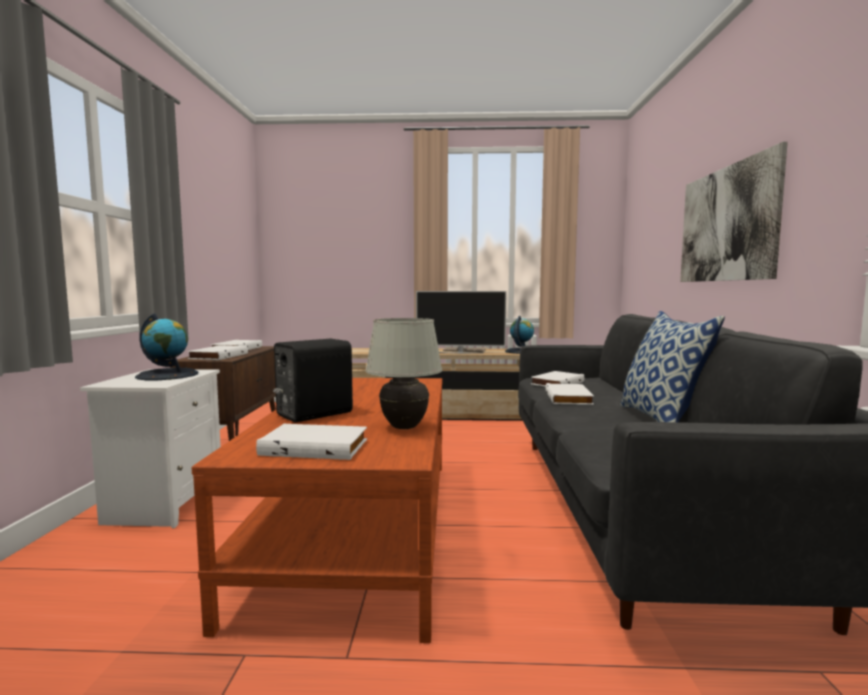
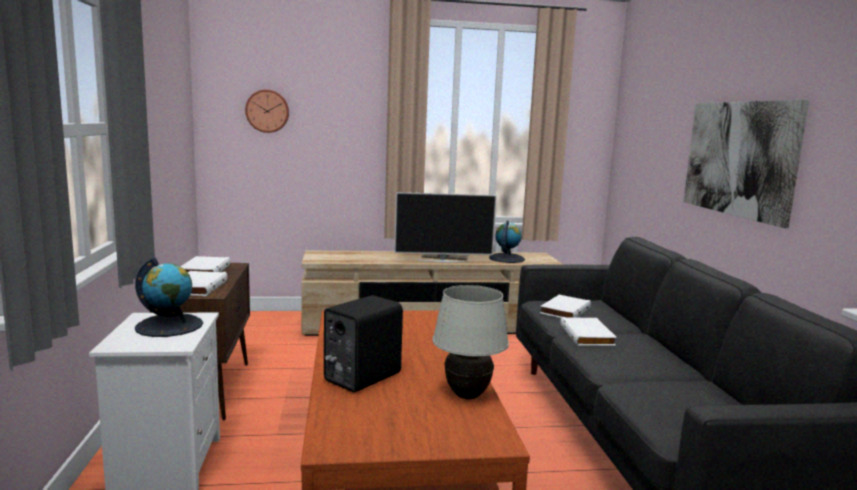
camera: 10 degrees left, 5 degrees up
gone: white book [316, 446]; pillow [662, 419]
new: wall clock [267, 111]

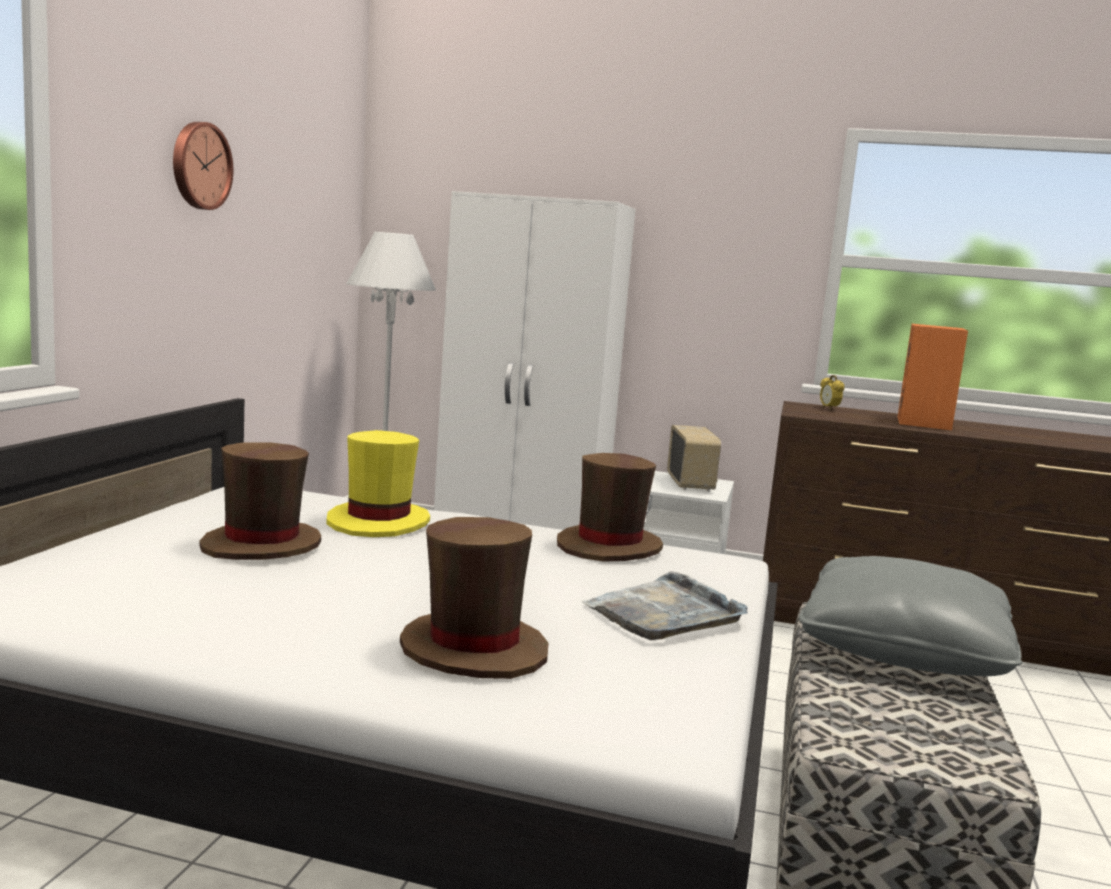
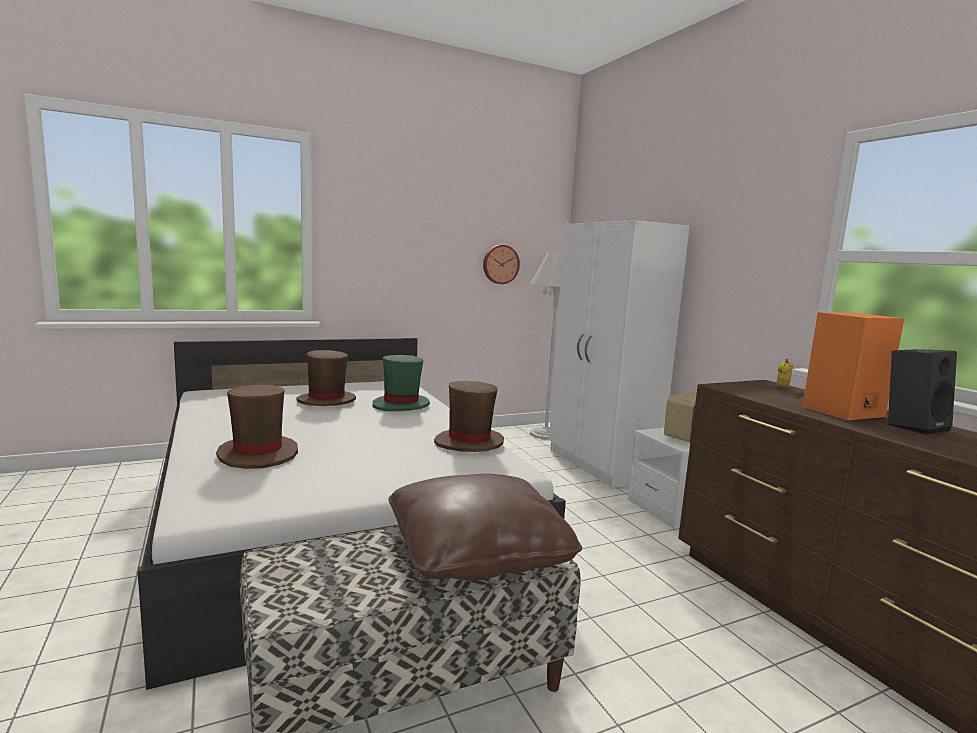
camera: 50 degrees right, 0 degrees up
gone: grey tray [664, 613]
new: black speaker [913, 426]
shifted: wall clock [199, 166] to [500, 264]
repainted: yellow hat [378, 522] to green hat [401, 405]; grey pillow [903, 650] to brown pillow [477, 552]

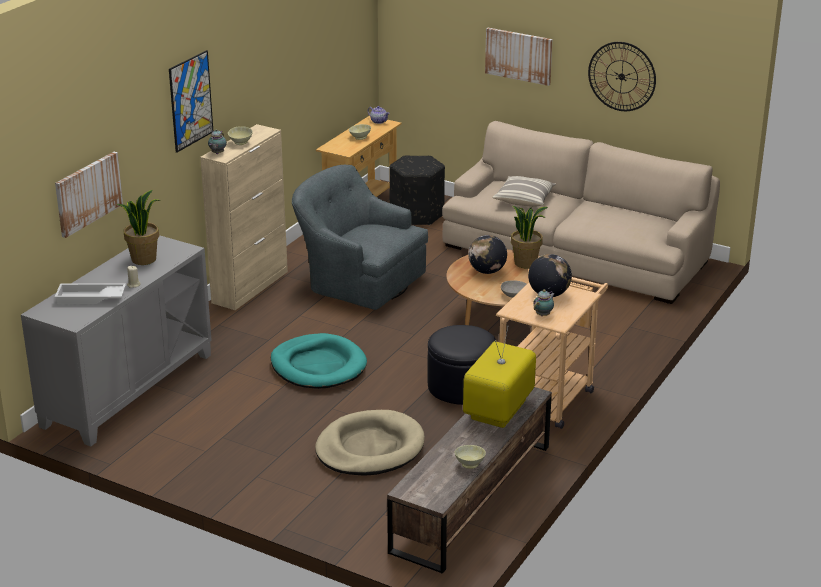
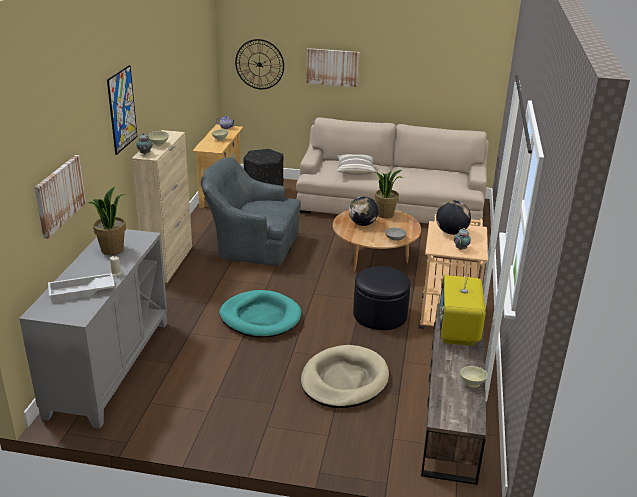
camera: 20 degrees left, 0 degrees up
shifted: wall clock [621, 76] to [259, 64]

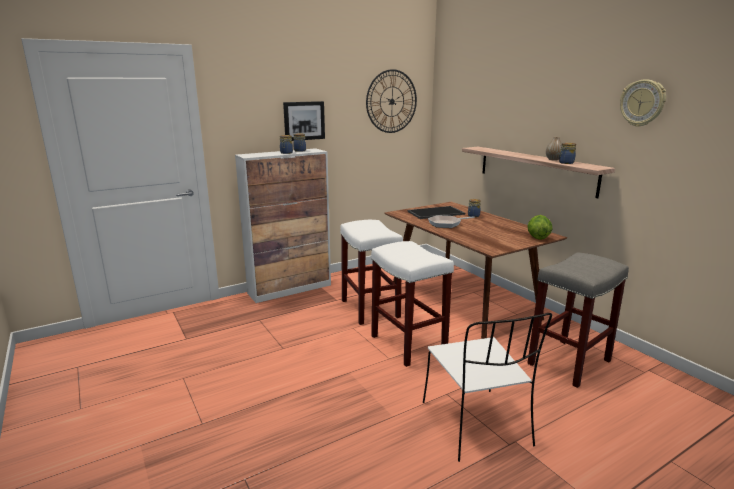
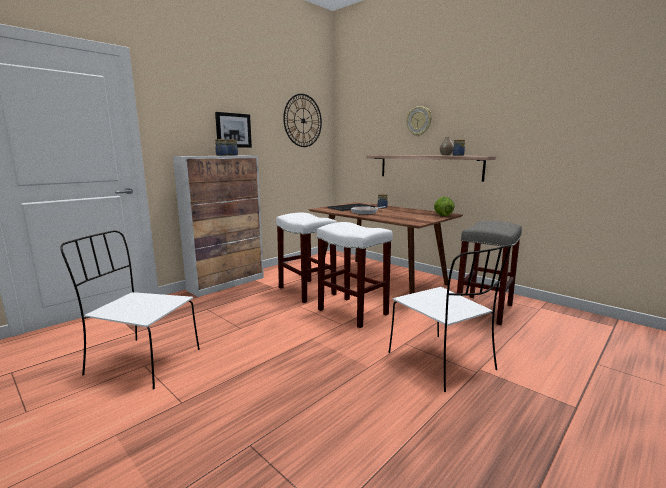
camera: 15 degrees left, 5 degrees down
new: white chair [142, 362]
shifted: wall clock [642, 103] to [419, 121]

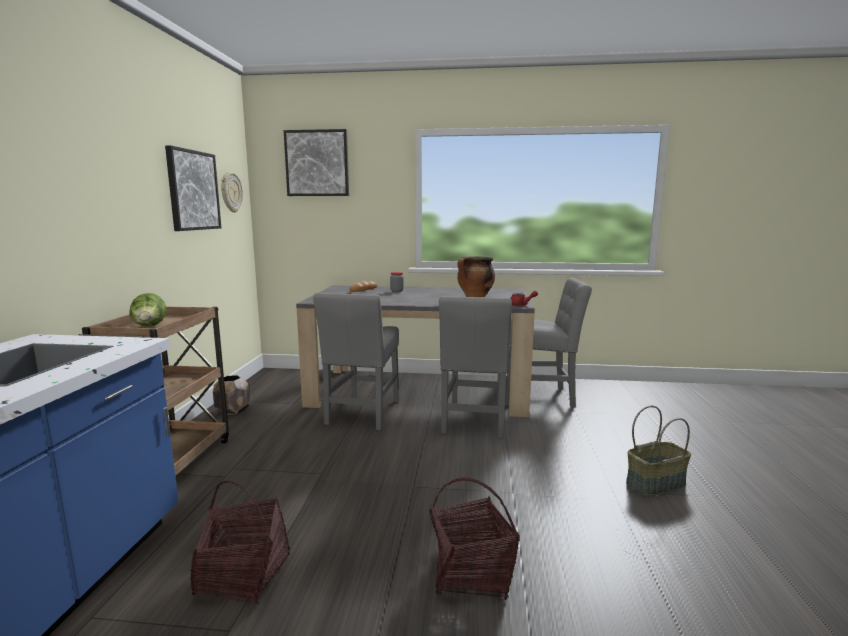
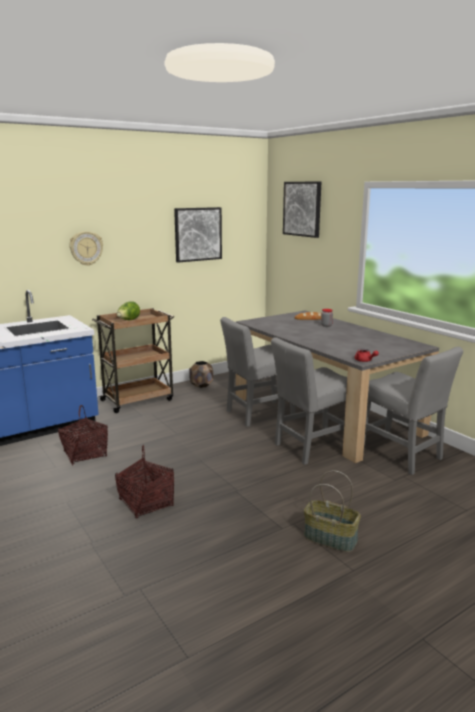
camera: 50 degrees right, 5 degrees up
gone: cooking pot [475, 296]
shifted: wall clock [230, 192] to [86, 248]

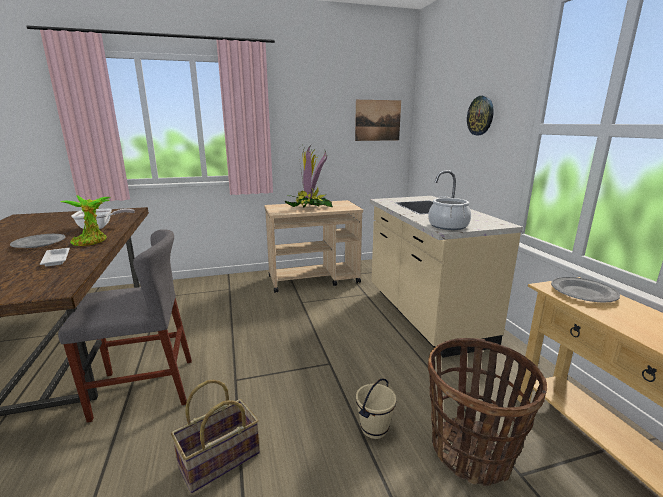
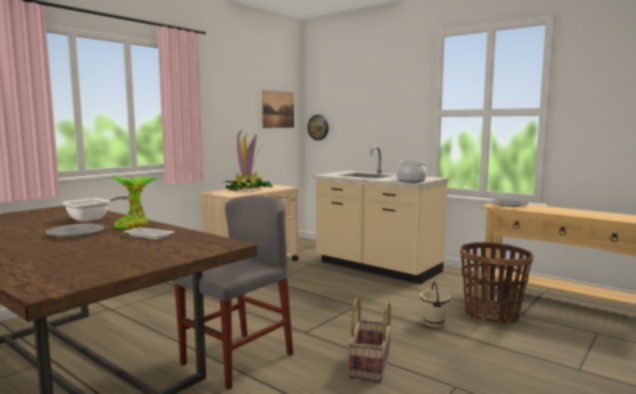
camera: 35 degrees left, 10 degrees down
shifted: wall clock [480, 115] to [318, 127]

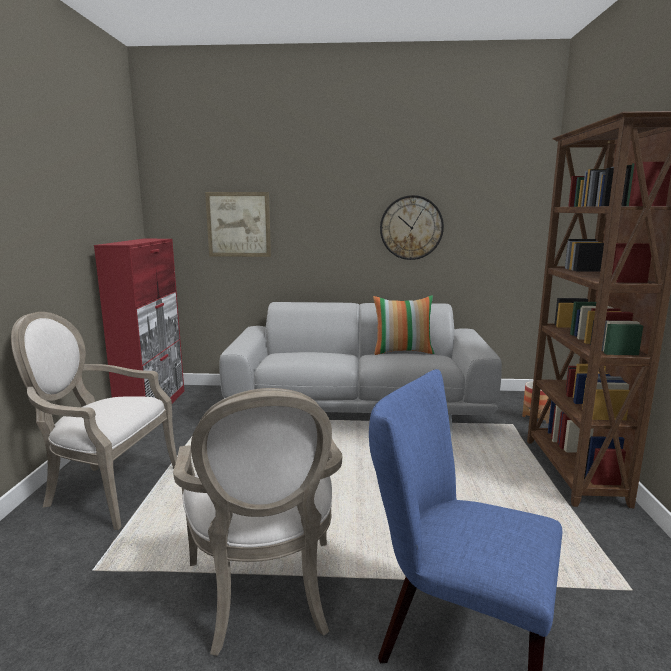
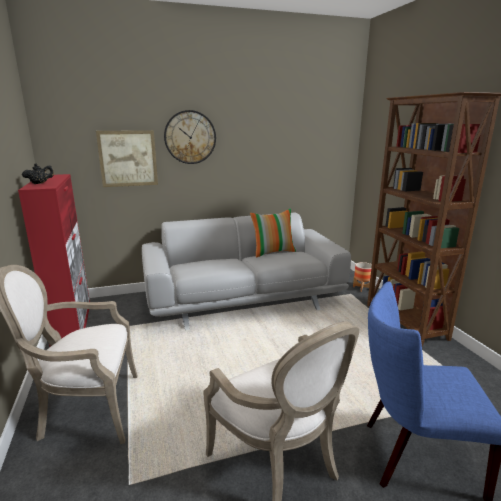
camera: 20 degrees left, 5 degrees up
new: black teapot [40, 183]
shifted: wall clock [411, 227] to [190, 137]

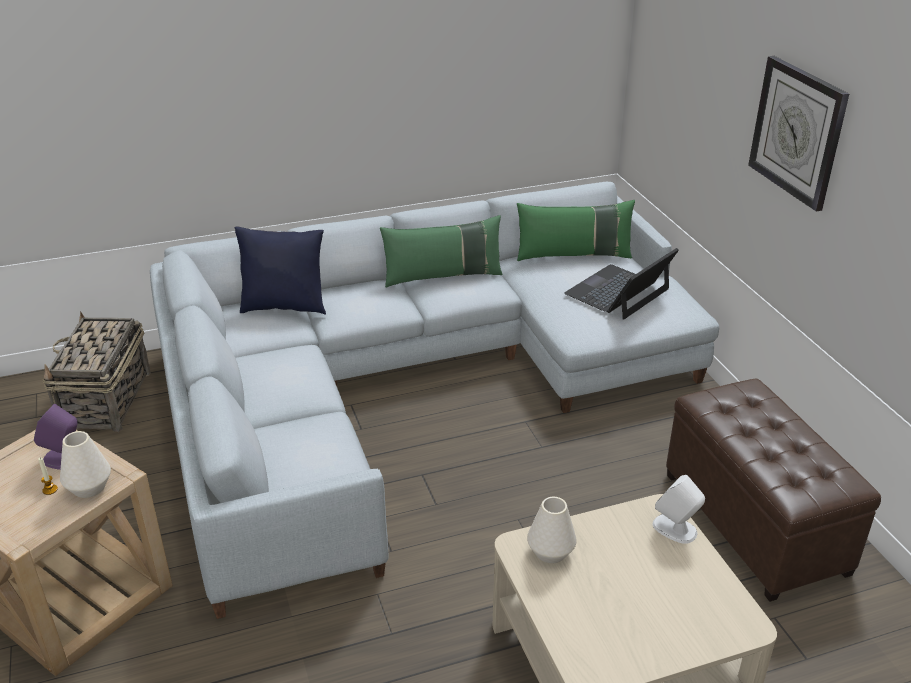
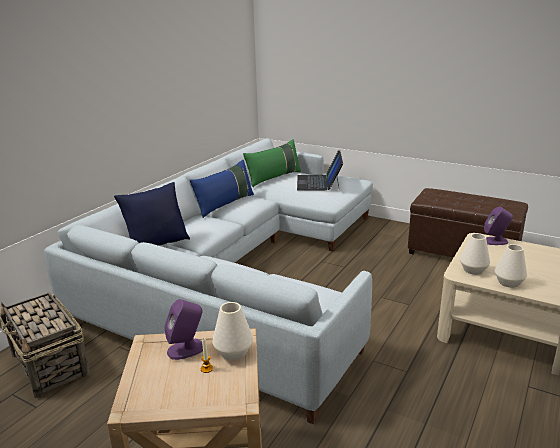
camera: 40 degrees left, 10 degrees down
gone: wall clock [797, 132]
new: white vase [509, 283]
repainted: green pillow [443, 276] to blue pillow [225, 204]; white speaker [675, 529] to purple speaker [495, 241]

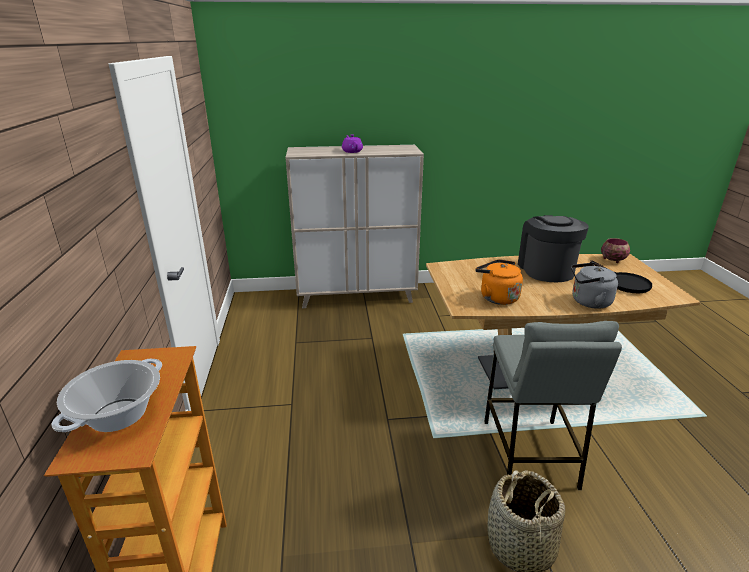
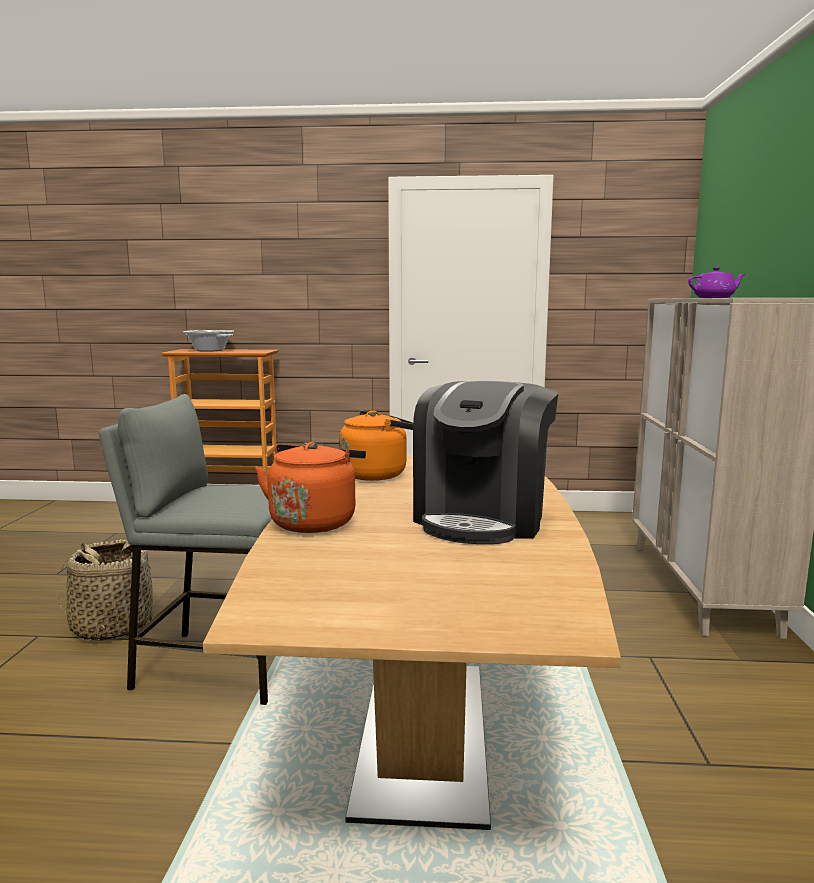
camera: 100 degrees right, 15 degrees down
gone: black frying pan [623, 283]; bowl [612, 260]
repainted: grey kettle [588, 302] to orange kettle [314, 521]
rotated: coffee machine [546, 270] = [483, 518] 105 degrees clockwise

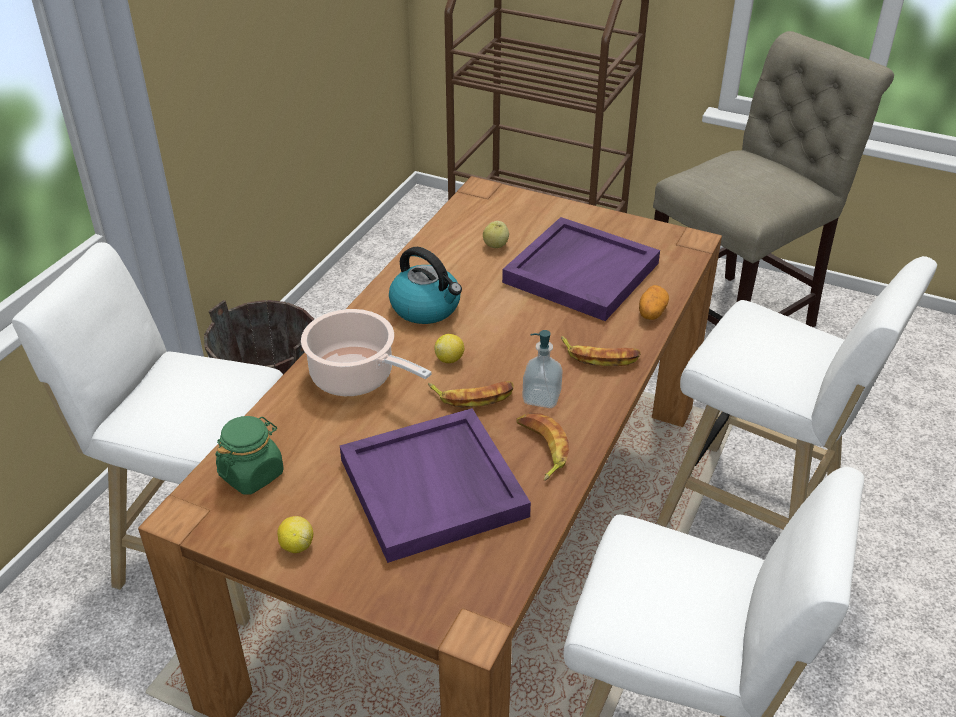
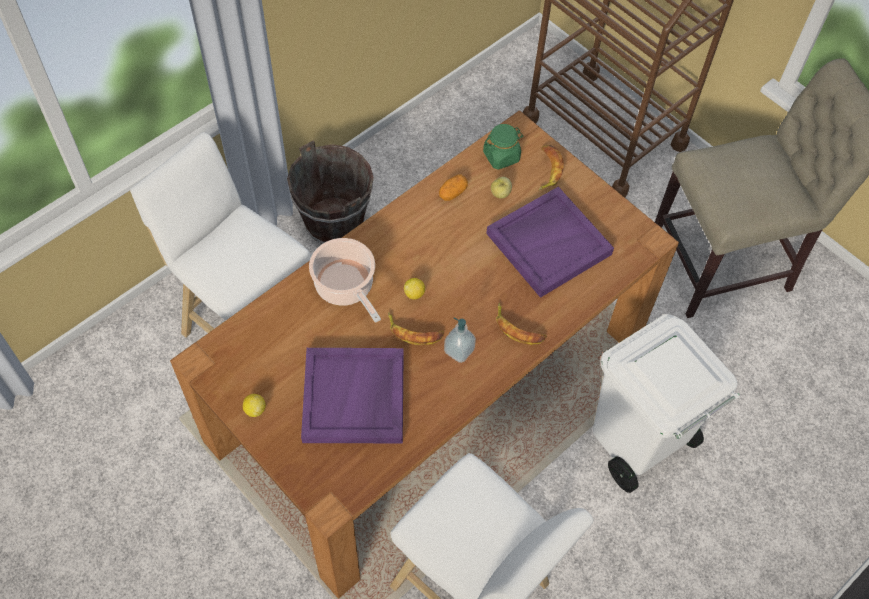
camera: 20 degrees right, 20 degrees up
gone: kettle [426, 307]
shifted: green jar [252, 474] to [501, 156]; banana [540, 449] to [547, 170]; potato [652, 312] to [452, 193]
swapped: white stool [757, 515] to white trash can [637, 443]

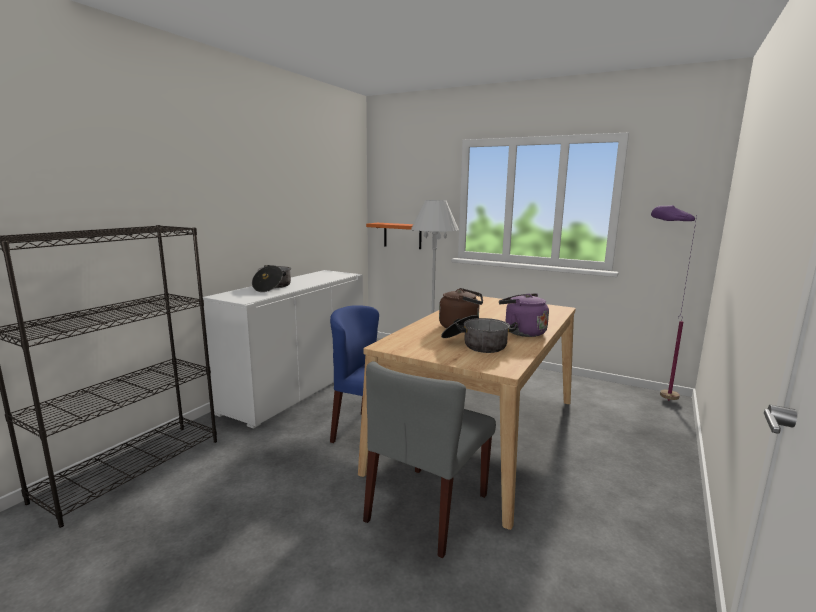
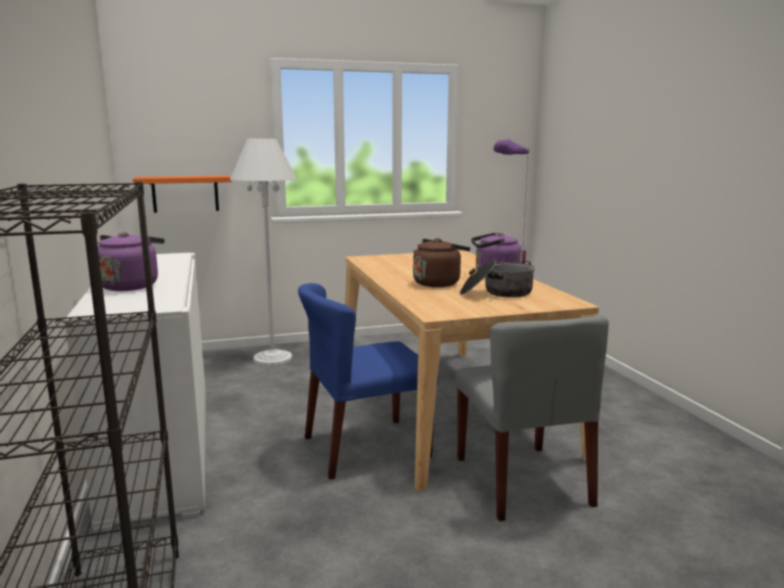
camera: 45 degrees left, 0 degrees up
swapped: cooking pot [272, 287] to purple kettle [130, 286]

